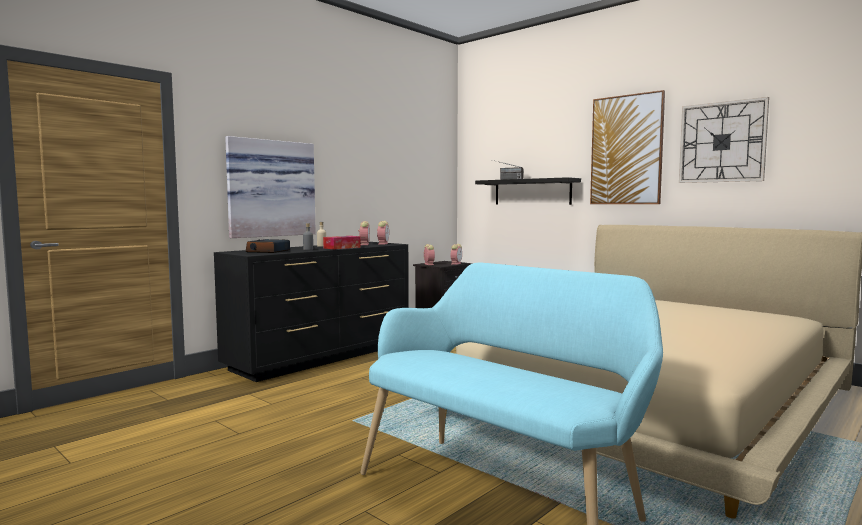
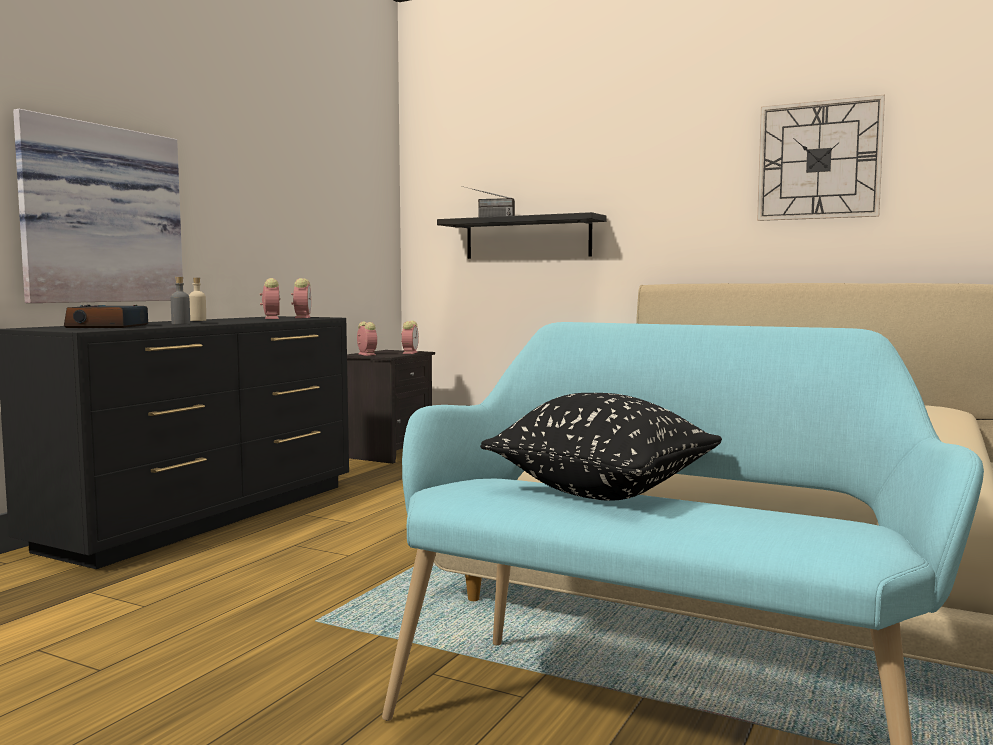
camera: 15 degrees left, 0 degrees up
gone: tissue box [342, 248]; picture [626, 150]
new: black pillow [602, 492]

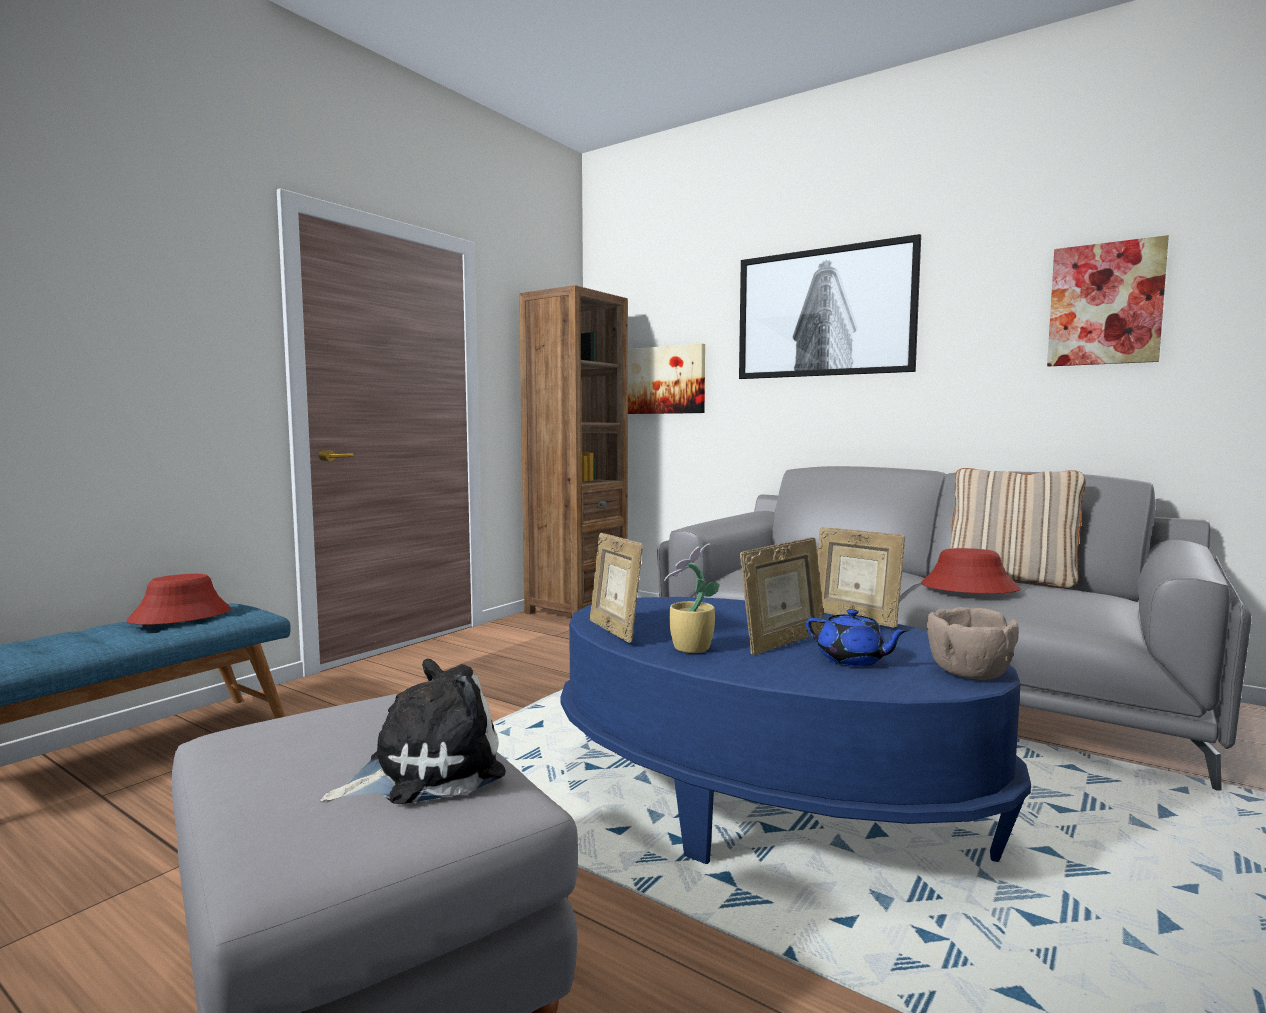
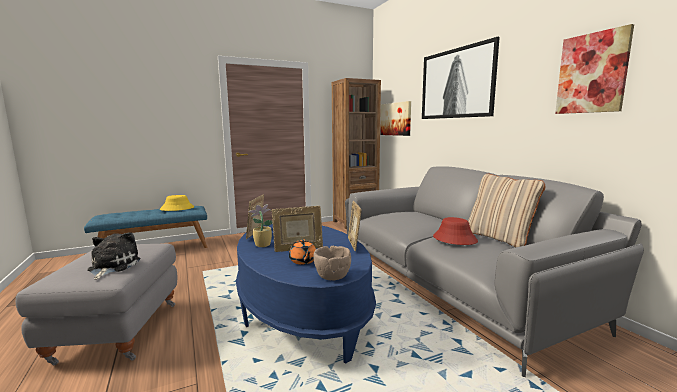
camera: 30 degrees right, 5 degrees up
repainted: red hat [180, 616] to yellow hat [177, 208]; blue teapot [852, 660] to orange teapot [303, 261]
rotated: plush toy [425, 770] = [112, 266] 90 degrees counterclockwise

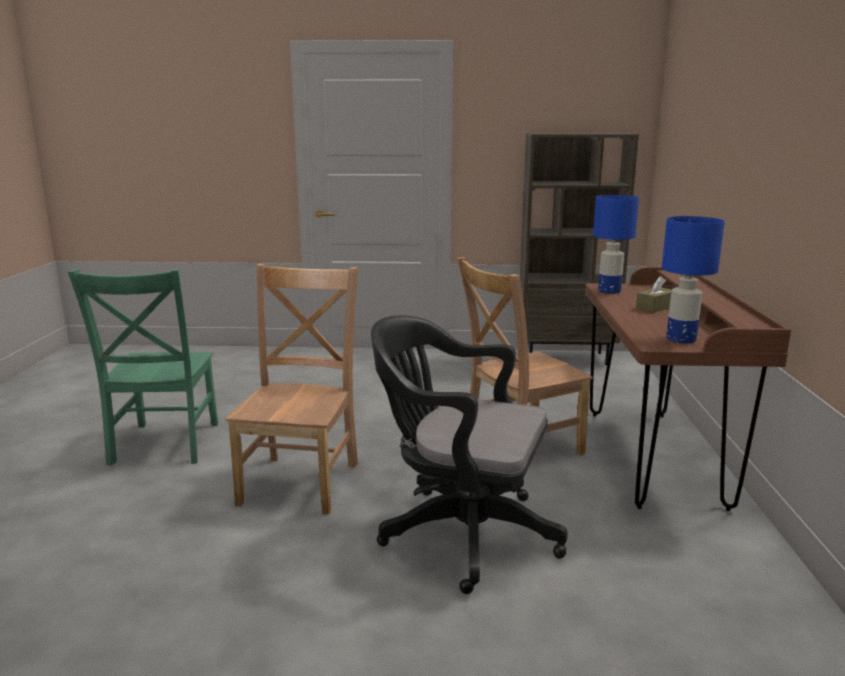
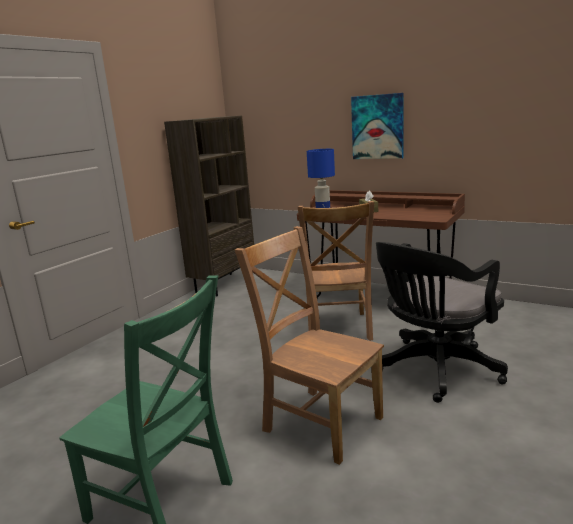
camera: 60 degrees left, 0 degrees up
gone: blue table lamp [680, 339]
new: picture [377, 127]

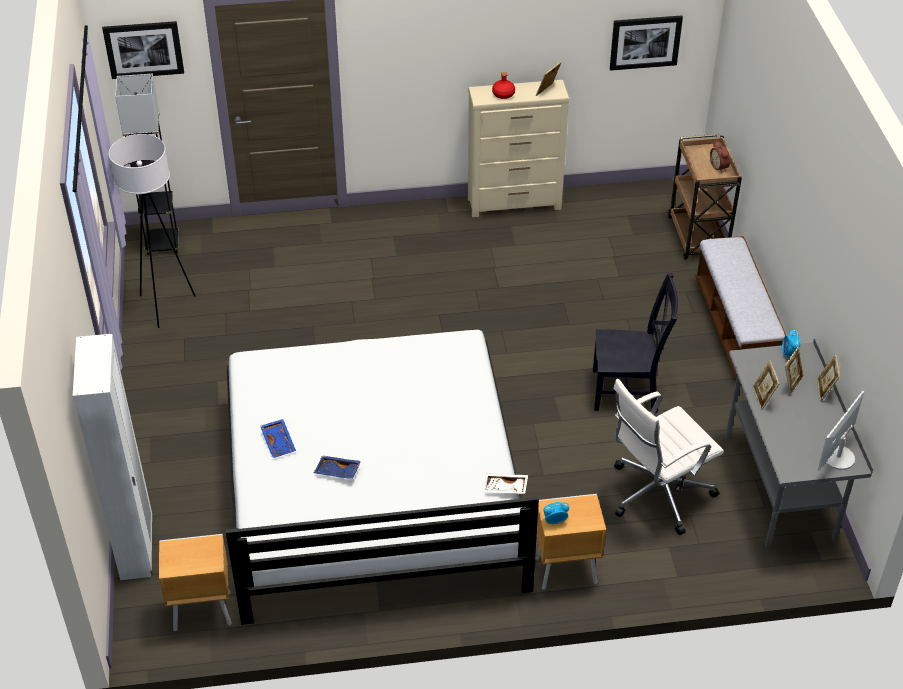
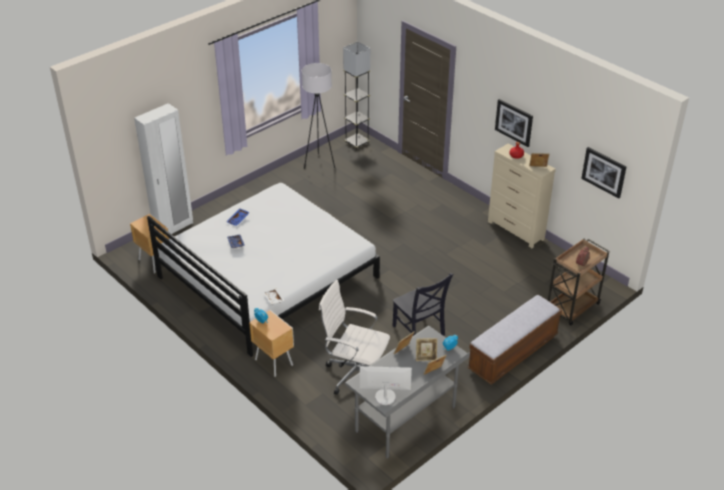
camera: 55 degrees right, 5 degrees down
shifted: picture [143, 49] to [514, 122]

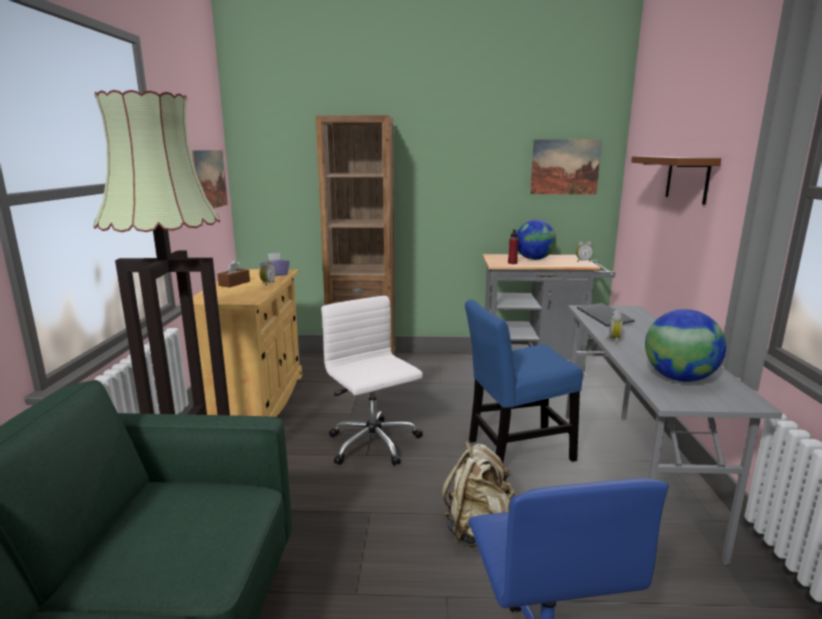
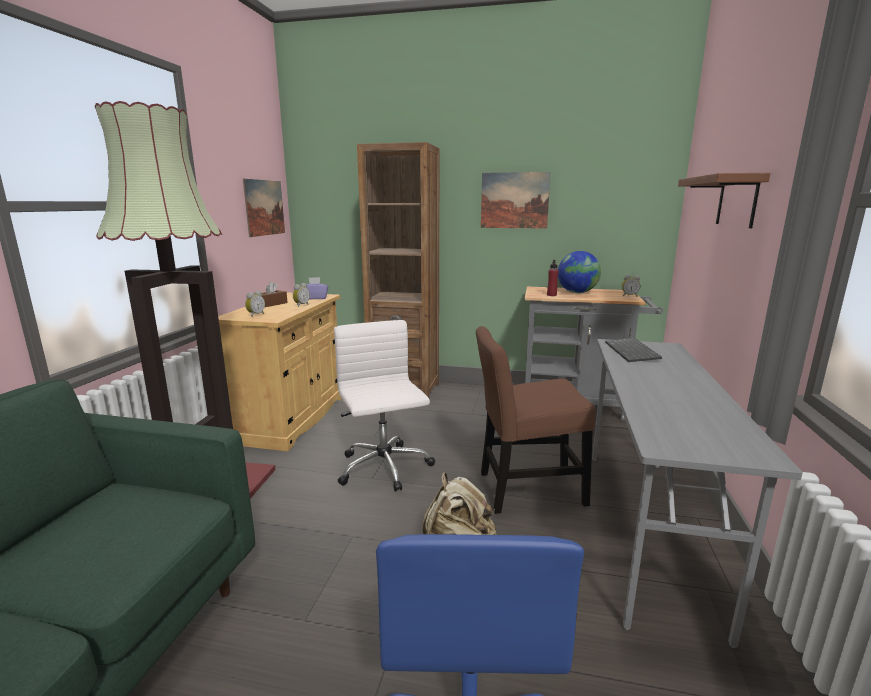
camera: 10 degrees right, 0 degrees up
gone: globe [679, 378]
shifted: picture [565, 167] to [514, 200]; alarm clock [612, 340] to [255, 315]
repainted: blue chair [515, 451] to brown chair [525, 489]

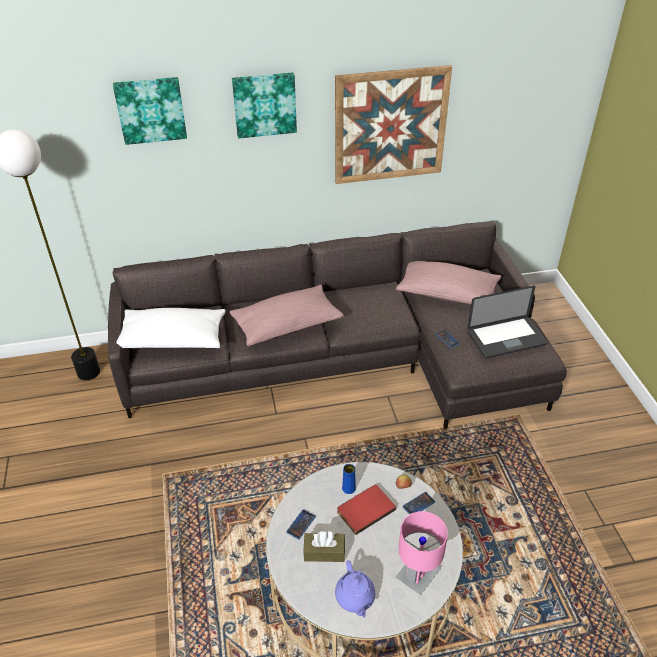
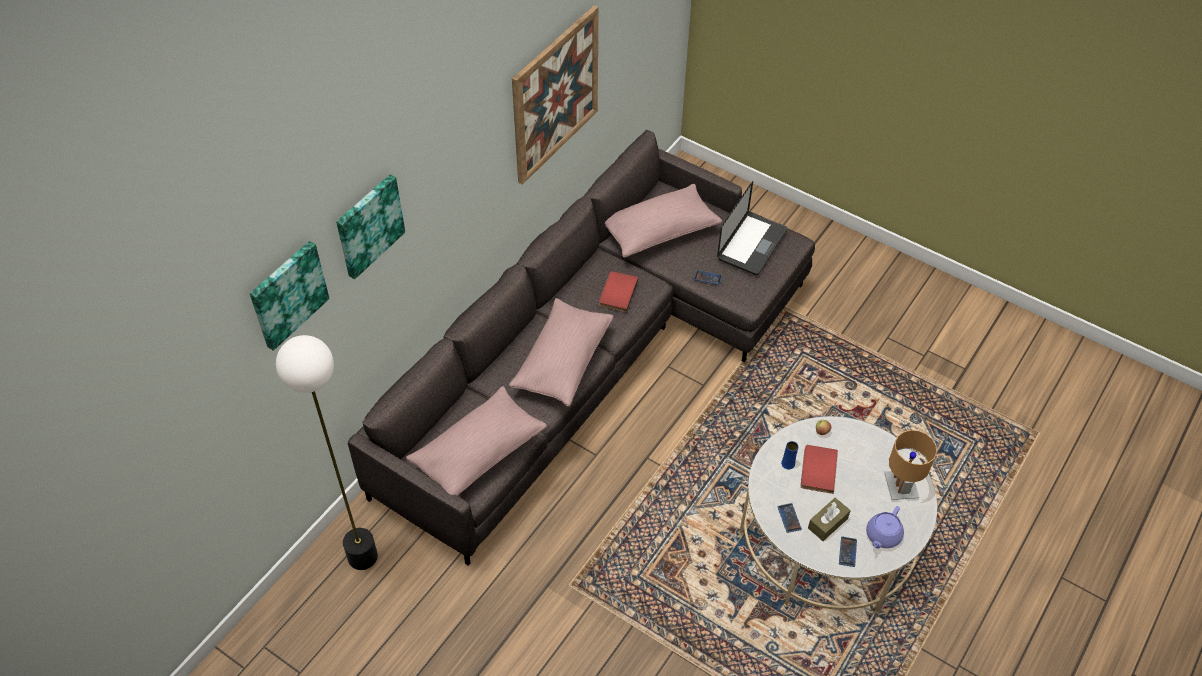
camera: 45 degrees left, 10 degrees up
new: red book [616, 292]
shifted: picture [264, 104] to [287, 294]; phone [418, 504] to [847, 552]
repainted: white pillow [173, 339] to pink pillow [478, 452]; pink table lamp [417, 575] to brown table lamp [900, 487]
rotated: purple teapot [355, 598] = [882, 536] 90 degrees clockwise

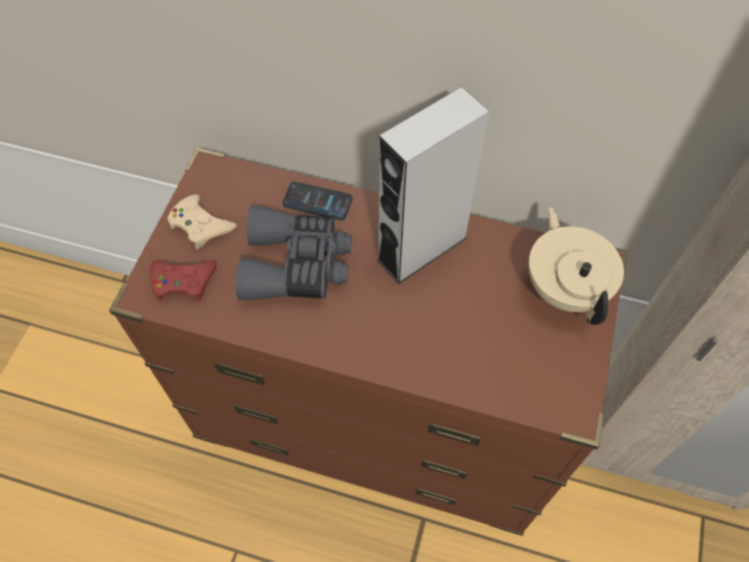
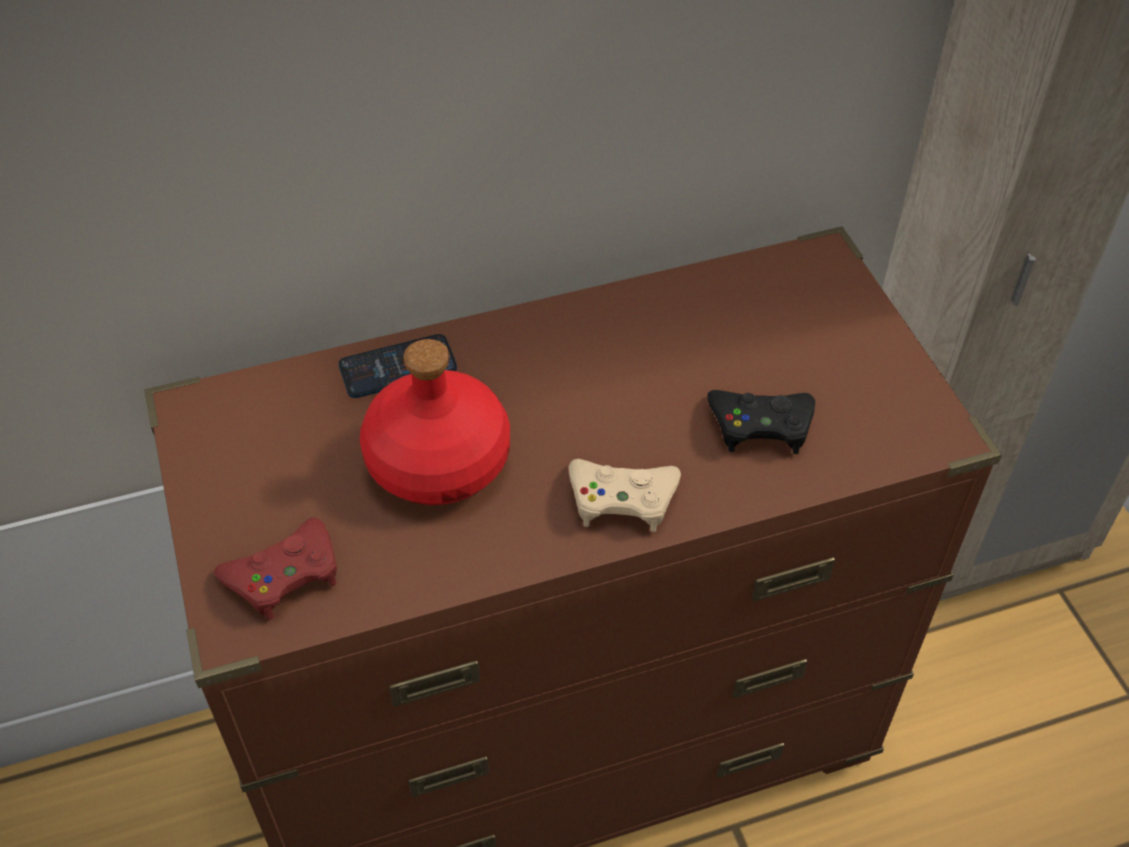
camera: 35 degrees left, 10 degrees down
gone: grey speaker [421, 248]; beige teapot [565, 288]
new: black game controller [761, 425]
shifted: beige game controller [200, 225] to [622, 499]
swapped: grey binoculars [297, 265] to red bottle [440, 461]

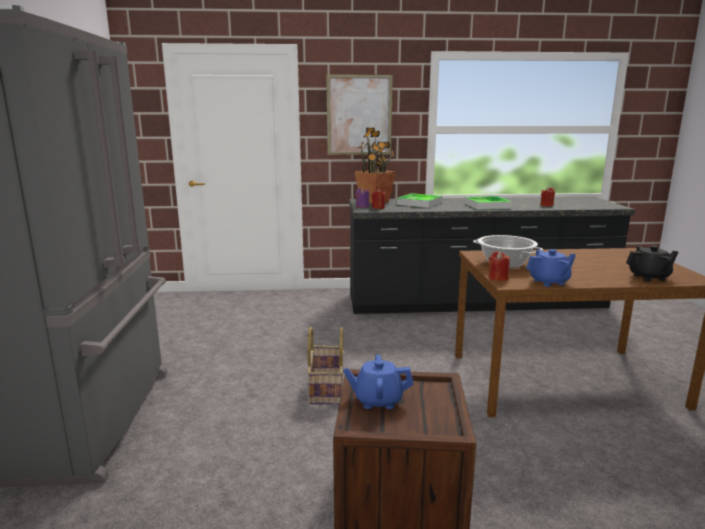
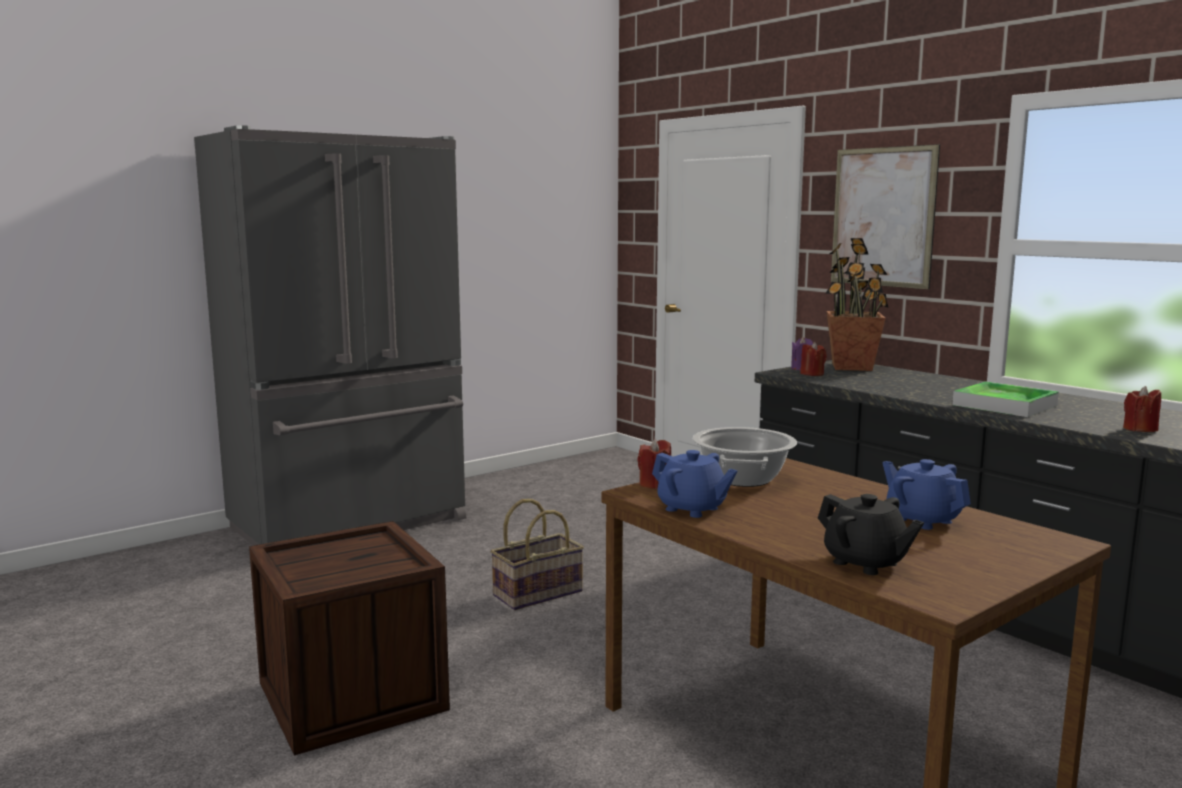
camera: 55 degrees right, 5 degrees down
gone: tray [419, 203]
shifted: blue teapot [378, 400] to [922, 520]

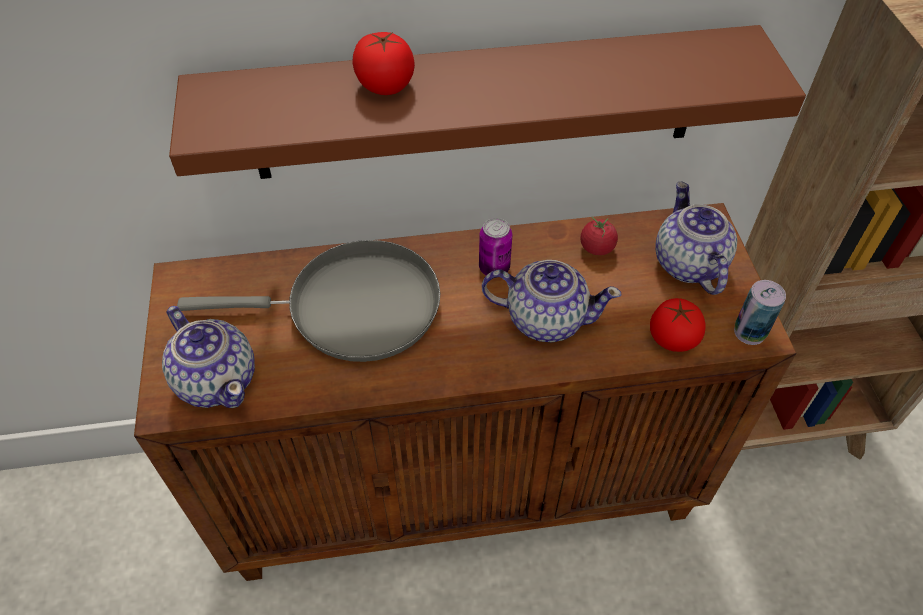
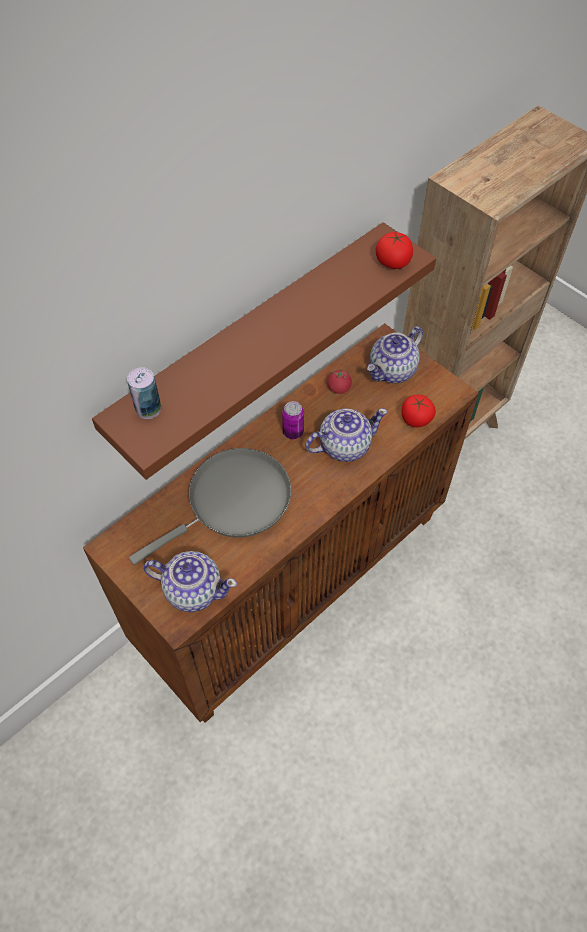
camera: 35 degrees left, 5 degrees up
shifted: tomato [385, 85] to [393, 262]; can [749, 332] to [148, 409]
rotated: teapot [687, 263] = [392, 371] 90 degrees counterclockwise

